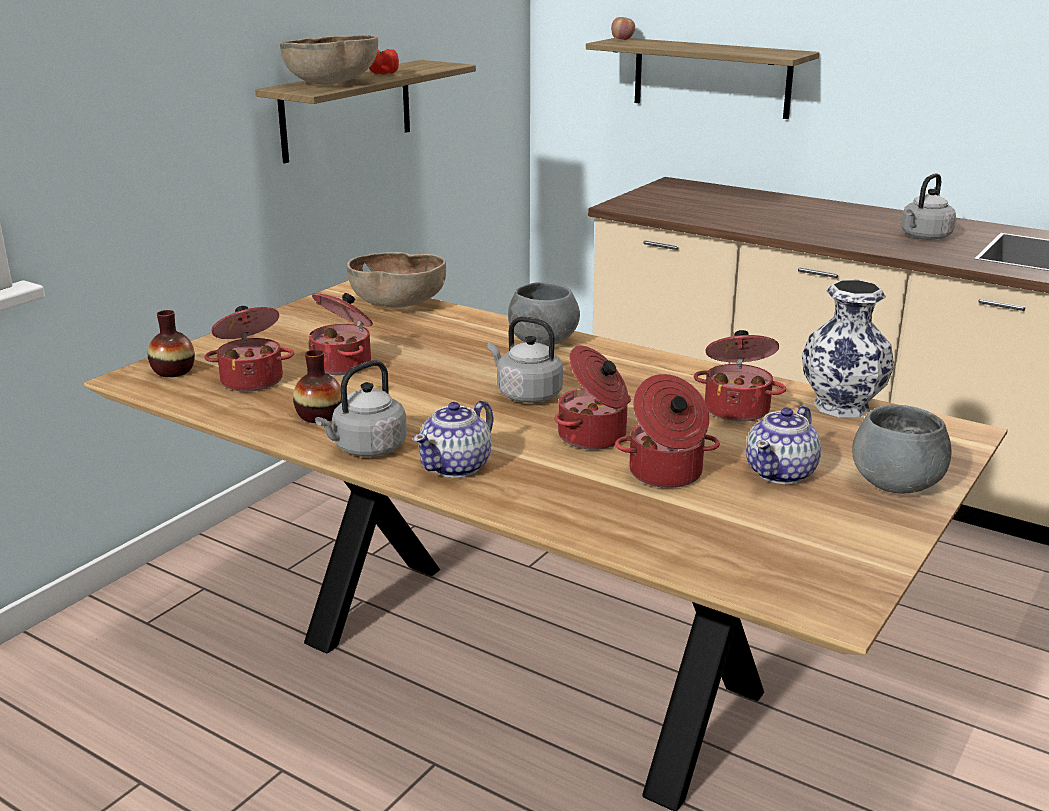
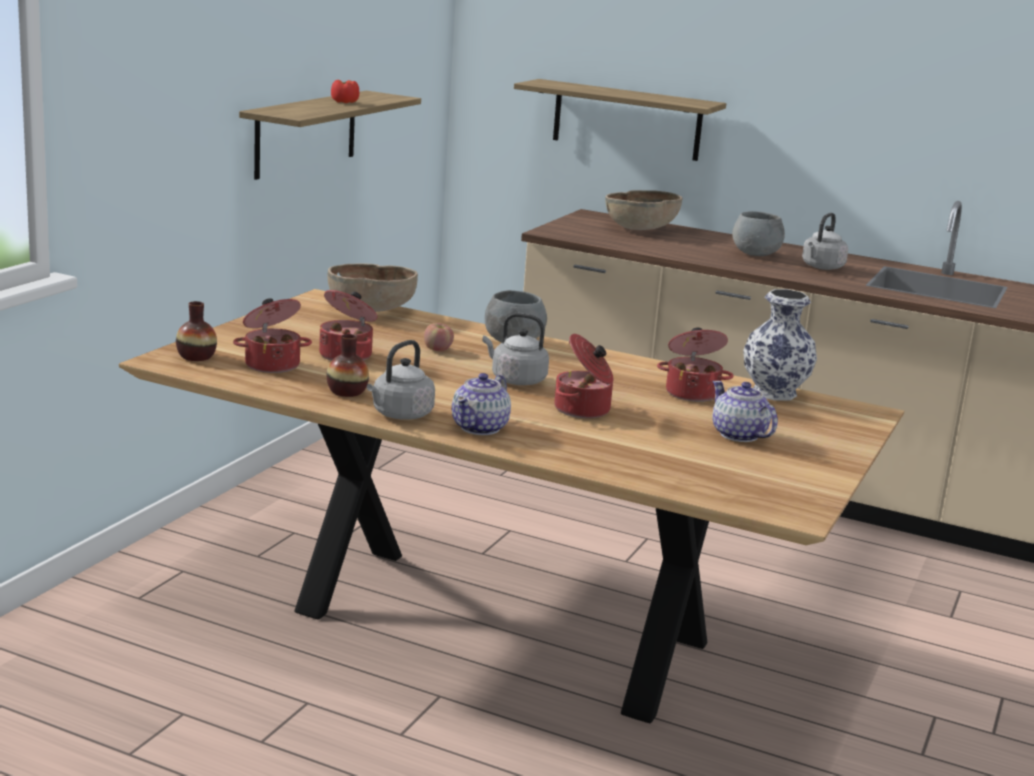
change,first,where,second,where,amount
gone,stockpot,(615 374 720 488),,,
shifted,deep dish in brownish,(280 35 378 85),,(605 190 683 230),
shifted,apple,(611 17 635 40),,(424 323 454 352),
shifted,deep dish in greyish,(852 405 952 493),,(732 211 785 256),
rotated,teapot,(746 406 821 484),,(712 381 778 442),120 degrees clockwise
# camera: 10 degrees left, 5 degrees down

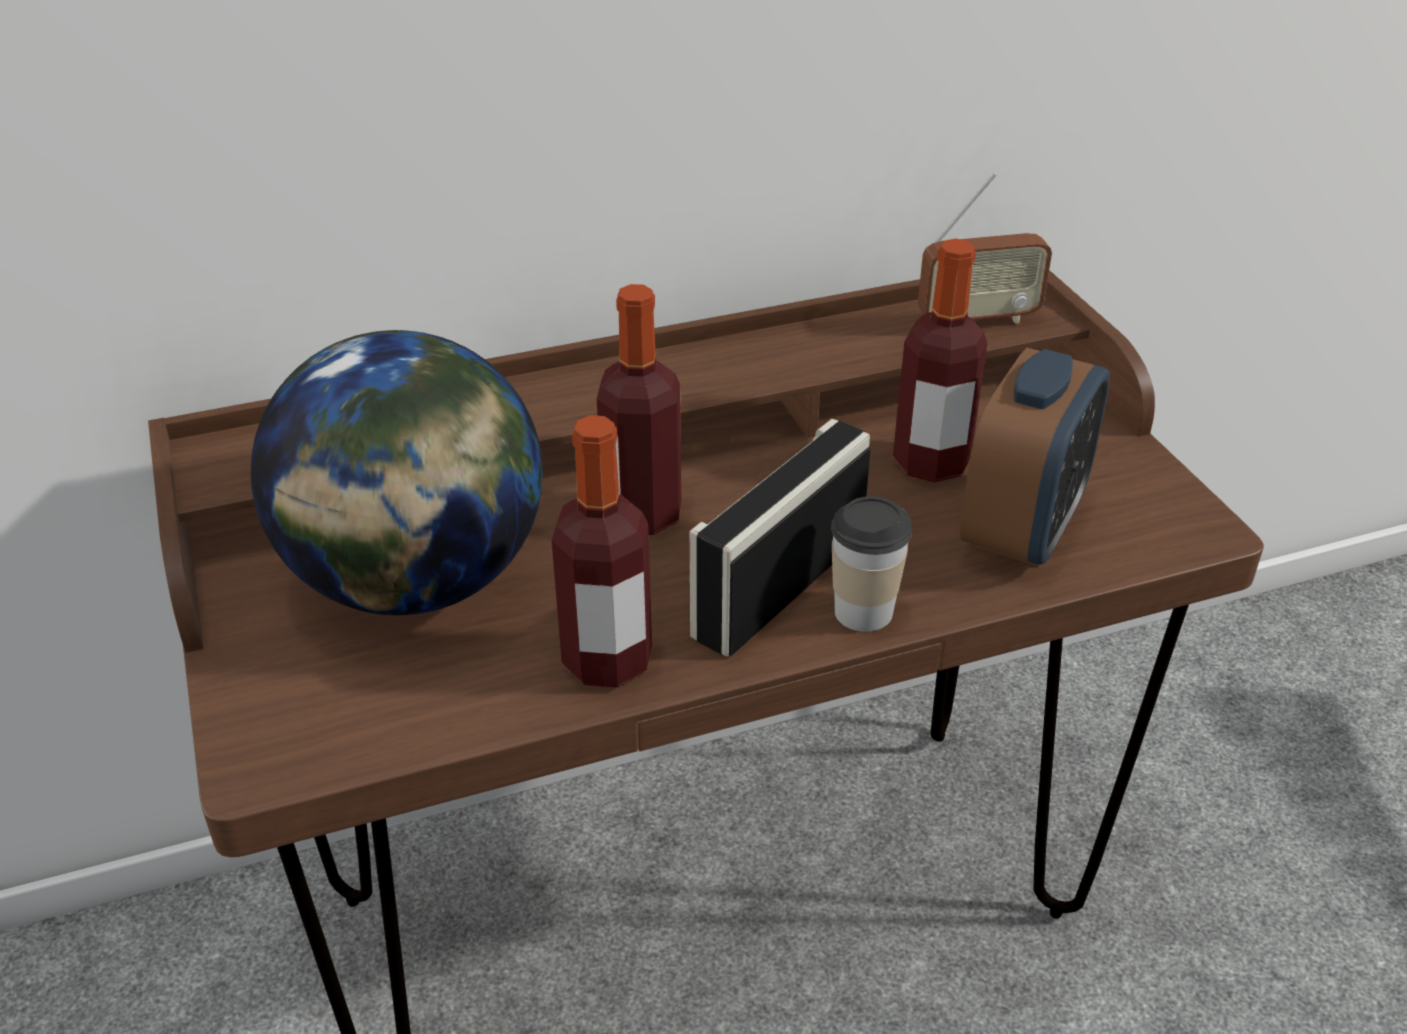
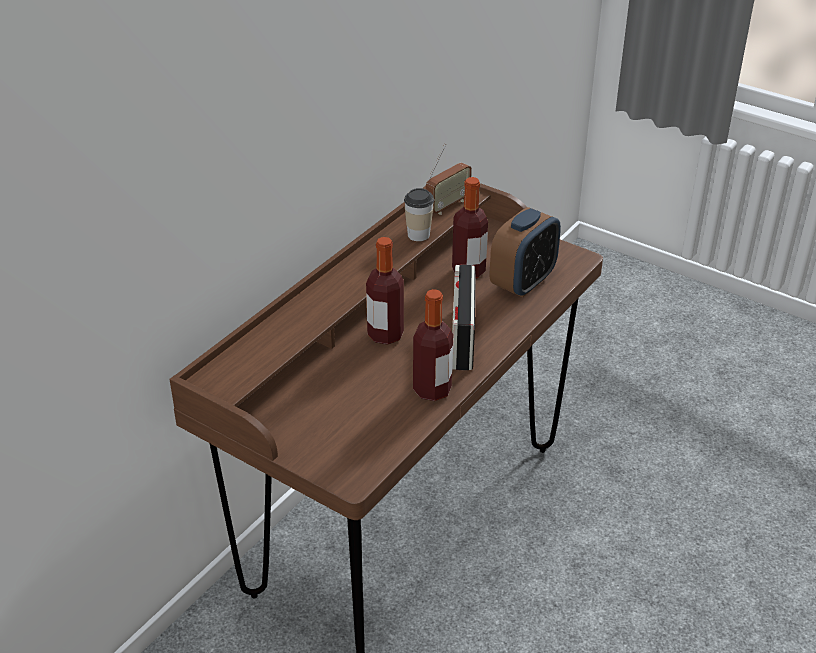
change,first,where,second,where,amount
gone,desk globe,(251 330 543 615),,,
shifted,small cup,(831 496 912 632),,(404 188 434 241),
rotated,alarm clock,(960 348 1110 567),,(490 207 561 297),45 degrees clockwise
# camera: 35 degrees left, 0 degrees up

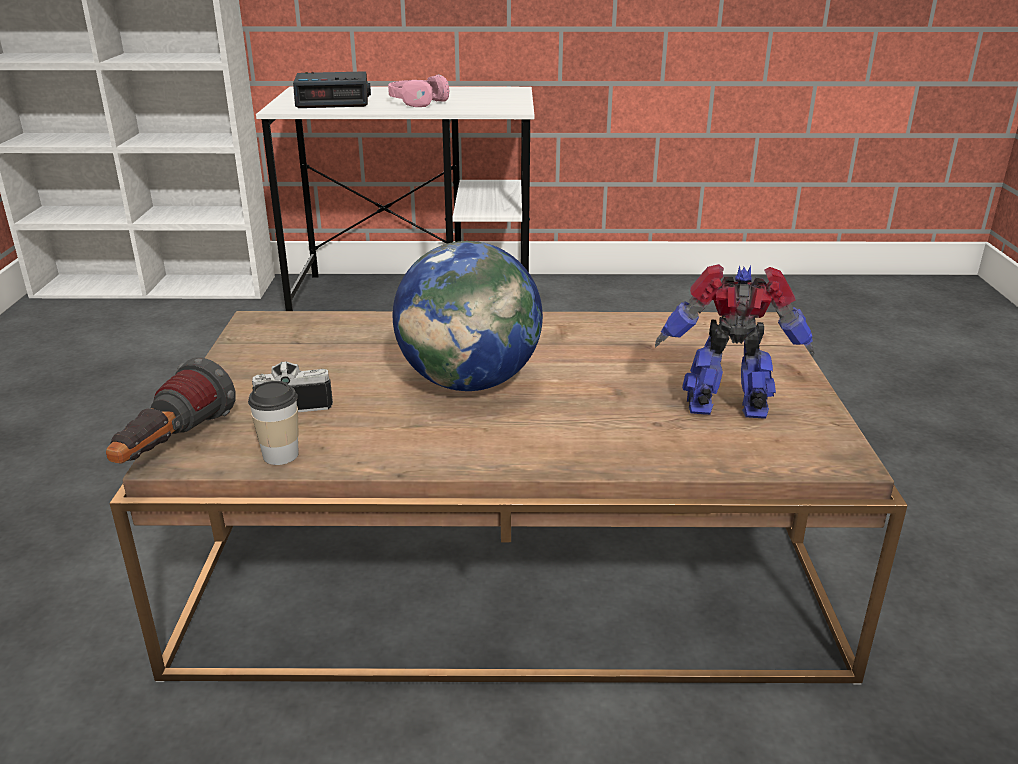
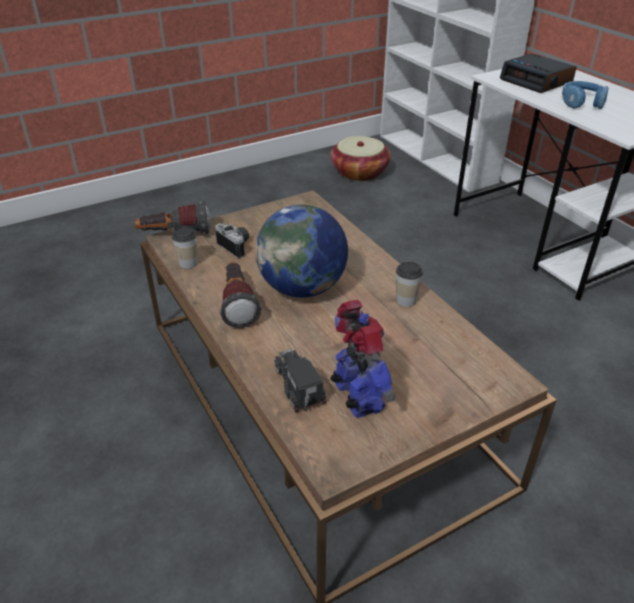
change,first,where,second,where,amount
new,,,hand torch,(220 262 261 328),
new,,,toy truck,(274 349 326 413),
new,,,storage basket,(330 136 391 181),
new,,,small cup,(396 262 423 307),
repainted,pair of headphones in pink,(388 75 449 107),pair of headphones in blue,(562 81 608 109),
# camera: 60 degrees right, 10 degrees up

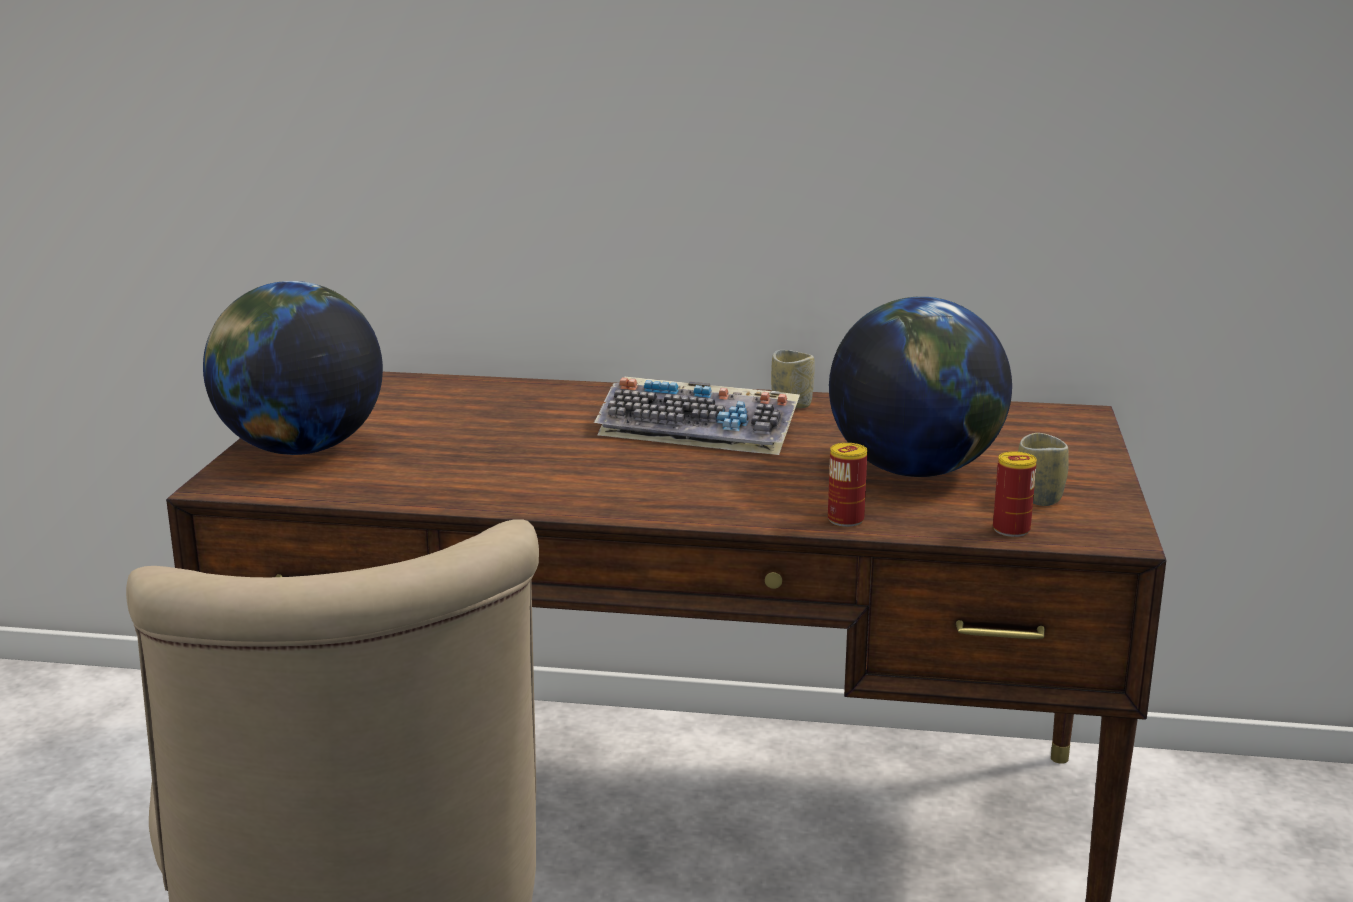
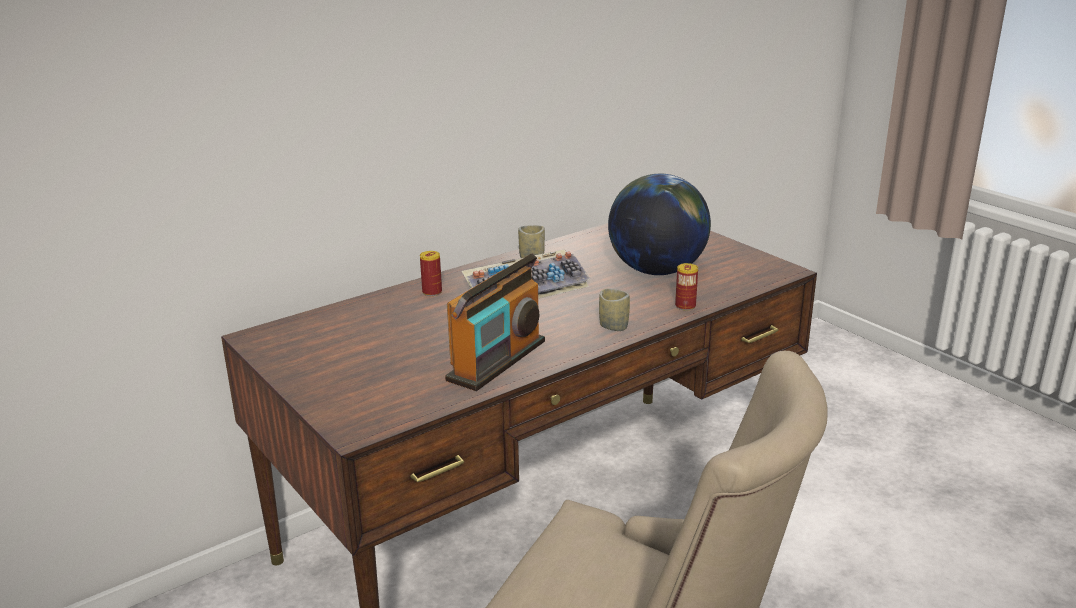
change,first,where,second,where,amount
gone,desk globe,(203 281 383 455),,,
new,,,radio set,(445 254 545 391),
shifted,can,(993 451 1037 537),,(420 251 442 296),
shifted,small cup,(1018 433 1069 506),,(599 288 630 331),
# camera: 45 degrees left, 5 degrees up

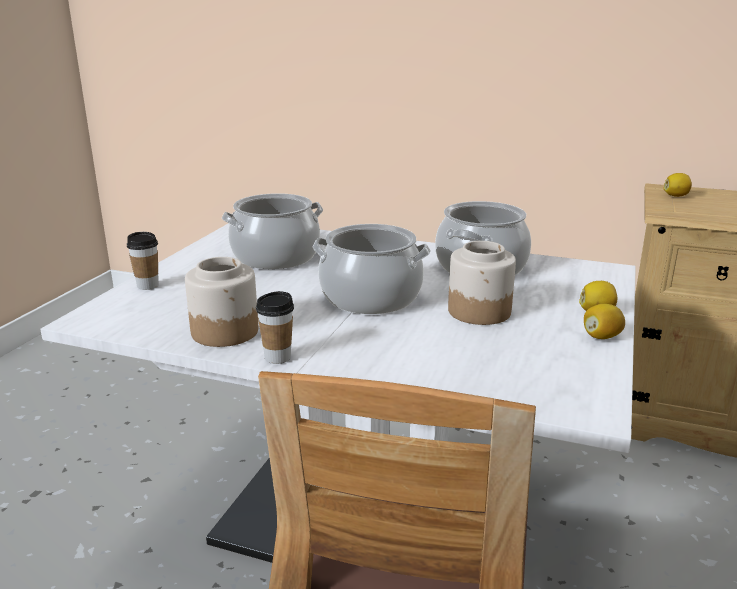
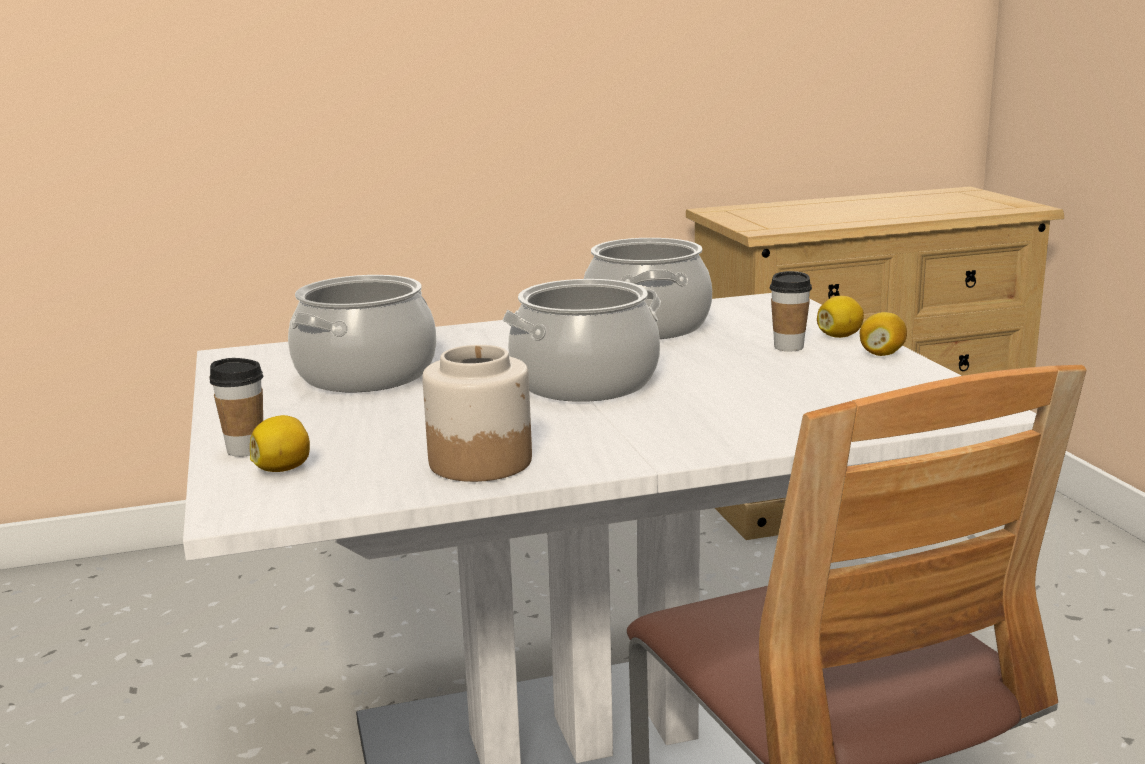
change,first,where,second,where,amount
gone,storage jar,(448 241 516 325),,,
shifted,small cup,(256 291 294 364),,(770 271 812 351),
shifted,lemon,(664 173 692 197),,(250 415 310 472),
# camera: 35 degrees left, 5 degrees down

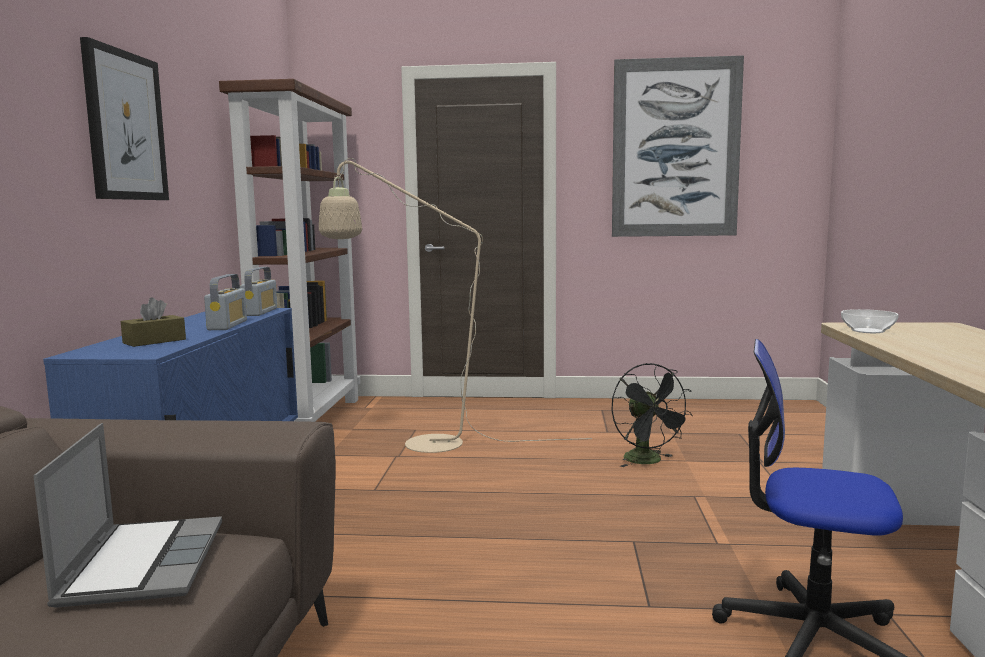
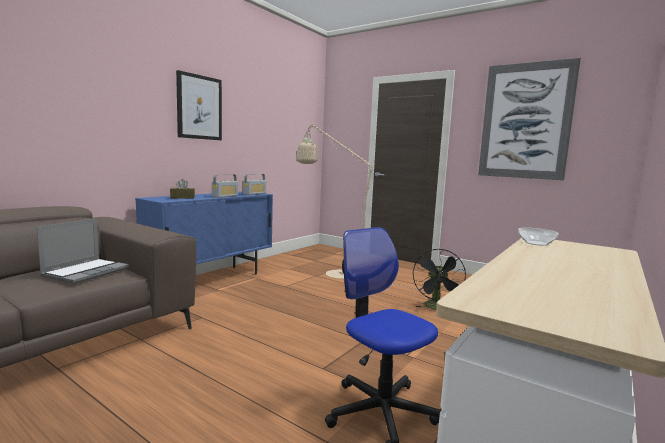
change,first,where,second,where,amount
gone,shelving unit in brownish,(219 79 361 422),,,
# camera: 30 degrees right, 0 degrees up

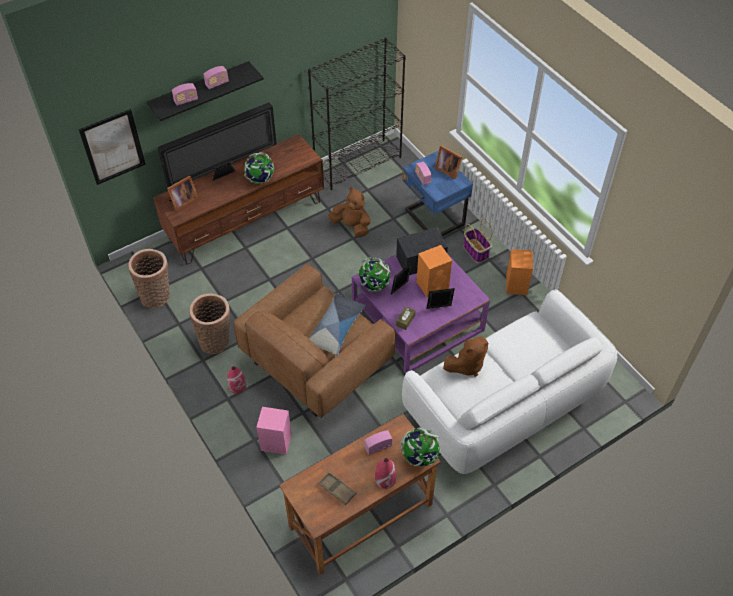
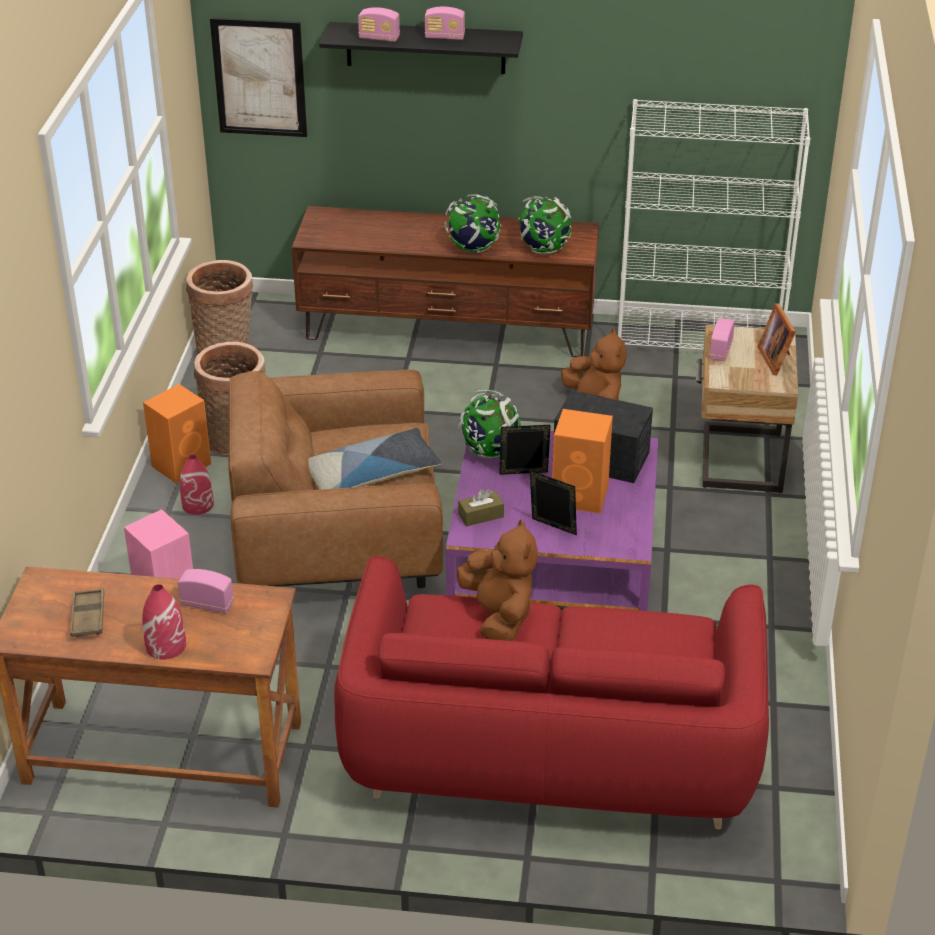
change,first,where,second,where,amount
gone,TV set,(157 102 277 187),,,
gone,picture frame,(167 175 198 211),,,
gone,storage basket,(463 218 492 263),,,
shifted,desk globe,(400 428 441 467),,(519 196 572 254),
shifted,audio speaker in orangey,(506 249 533 295),,(143 384 211 484),
repainted,shelving unit in black-coloured,(308 37 406 190),shelving unit in whitish,(618 99 811 350),
repainted,bedside table in blue,(402 151 473 237),bedside table in sand-coloured,(696 325 798 493),
repainted,couch in whitish,(402 290 617 474),couch in red-coloured,(334 556 769 830),
rotated,cuddly toy in brownish,(443 336 488 377),,(457 520 538 641),120 degrees counterclockwise
# camera: 40 degrees right, 15 degrees down

